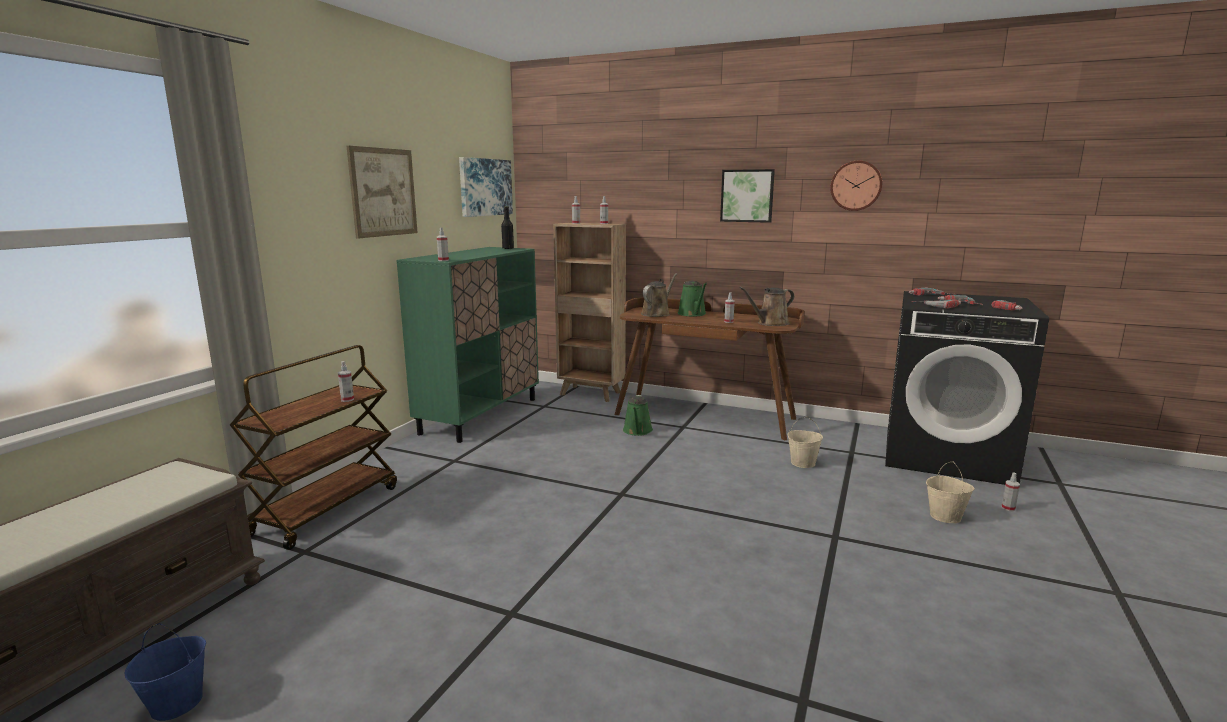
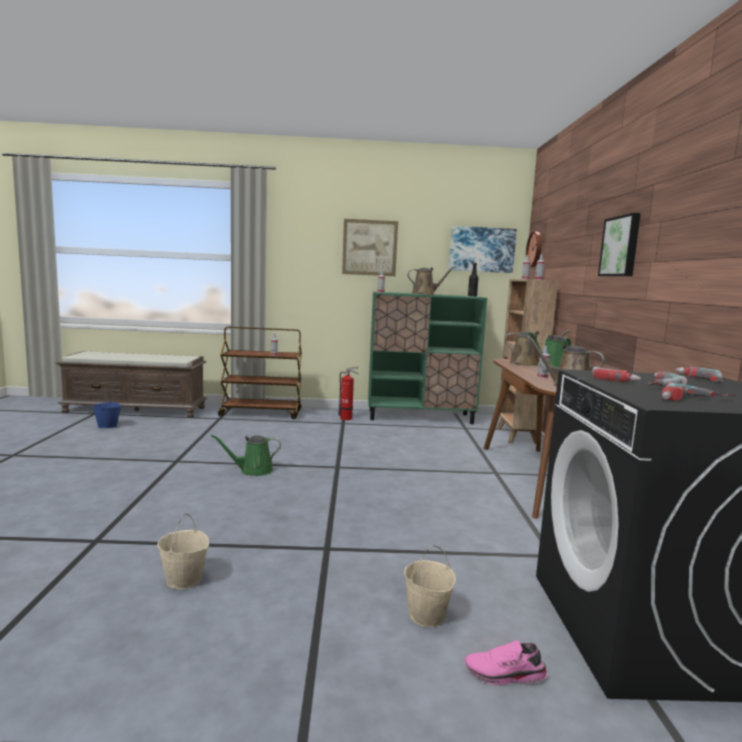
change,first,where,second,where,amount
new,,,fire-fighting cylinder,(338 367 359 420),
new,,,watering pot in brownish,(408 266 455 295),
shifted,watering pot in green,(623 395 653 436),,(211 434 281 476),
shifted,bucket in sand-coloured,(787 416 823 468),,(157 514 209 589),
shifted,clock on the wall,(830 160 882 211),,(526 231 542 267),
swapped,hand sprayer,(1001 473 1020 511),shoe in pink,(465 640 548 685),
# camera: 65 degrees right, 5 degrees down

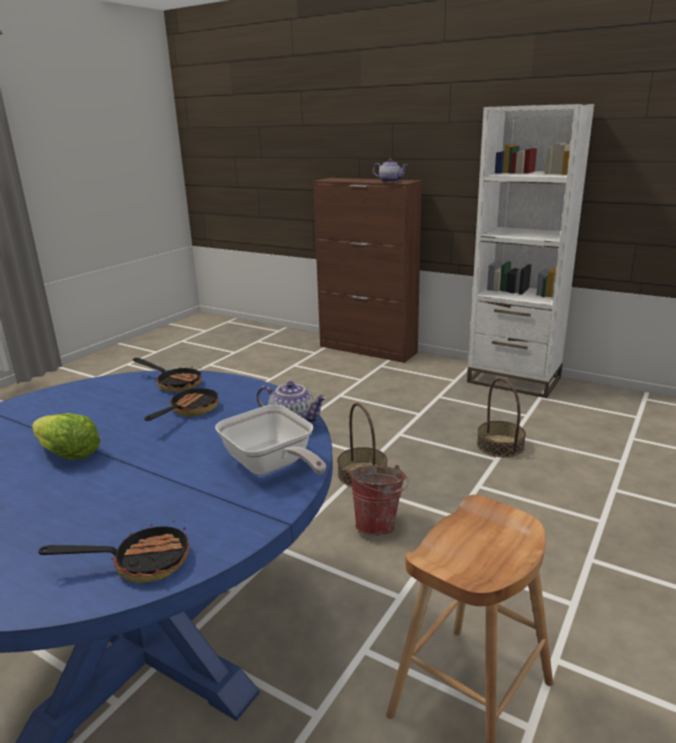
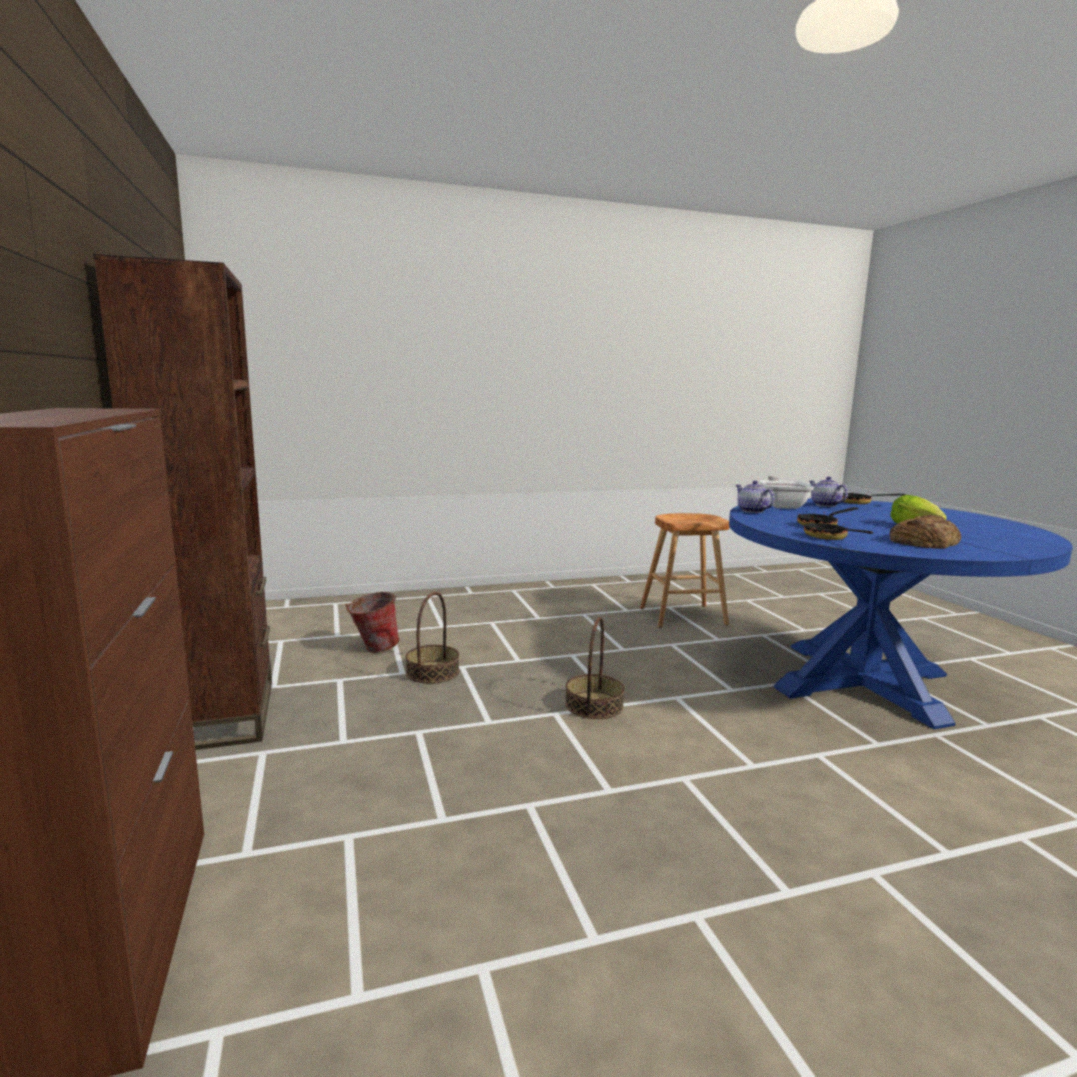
change,first,where,second,where,amount
new,,,bread,(889 515 961 549),
shifted,bucket,(349 465 409 535),,(345 592 399 653),
shifted,teapot,(373 159 407 182),,(809 476 848 507),
repainted,shelving unit in whitish,(467 104 595 398),shelving unit in brownish,(93 254 272 750),
# camera: 140 degrees left, 10 degrees down

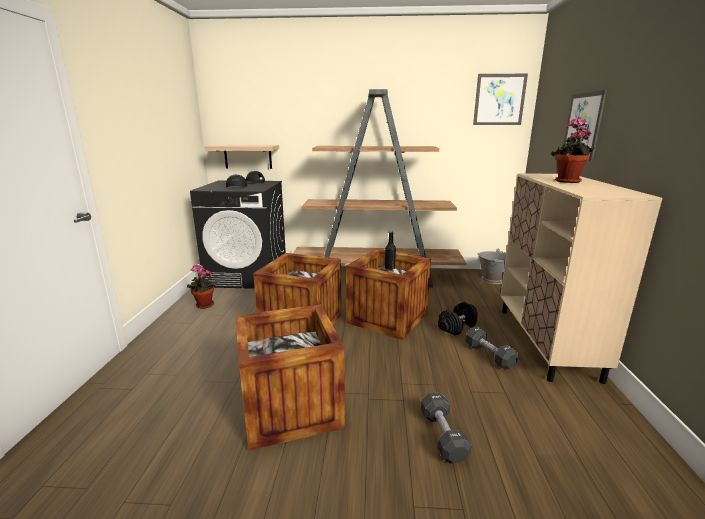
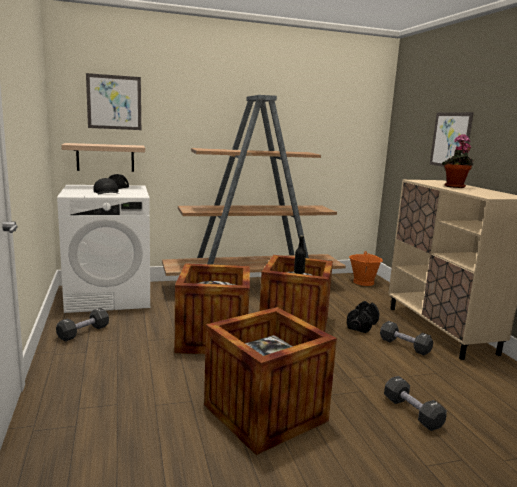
change,first,where,second,where,amount
shifted,wall picture,(473 74 528 125),,(86 73 141 130),
swapped,houseplant,(187 264 217 309),free weight in black-coloured,(56 308 109 342),
repainted,laundry machine in black-coloured,(190 180 286 289),laundry machine in whitish,(57 185 150 313),
repainted,bucket in greyish,(478 249 506 284),bucket in orangey,(349 251 383 286),
# camera: 20 degrees left, 5 degrees down

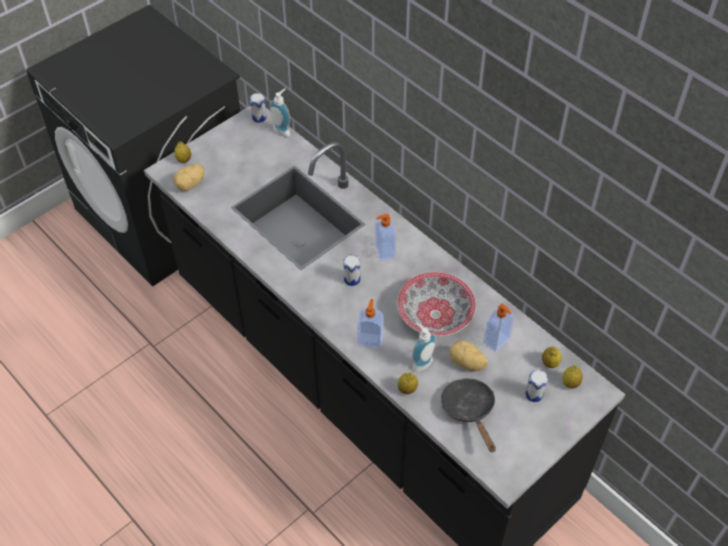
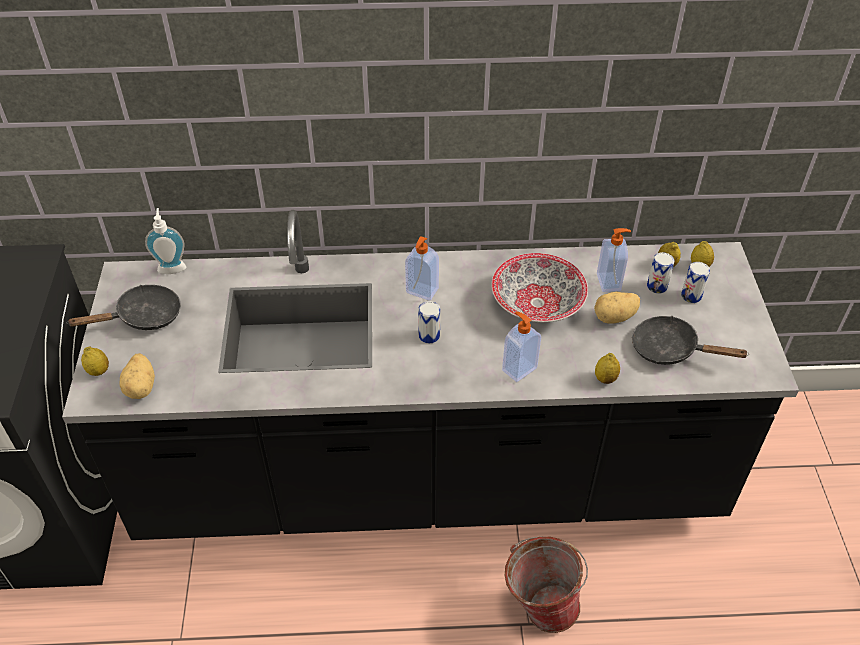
change,first,where,second,where,amount
gone,soap bottle,(412 323 436 372),,,
new,,,frying pan in black-coloured,(67 285 181 330),
new,,,bucket,(505 536 588 633),
shifted,can,(250 93 267 123),,(647 252 674 294),
# camera: 50 degrees left, 5 degrees down

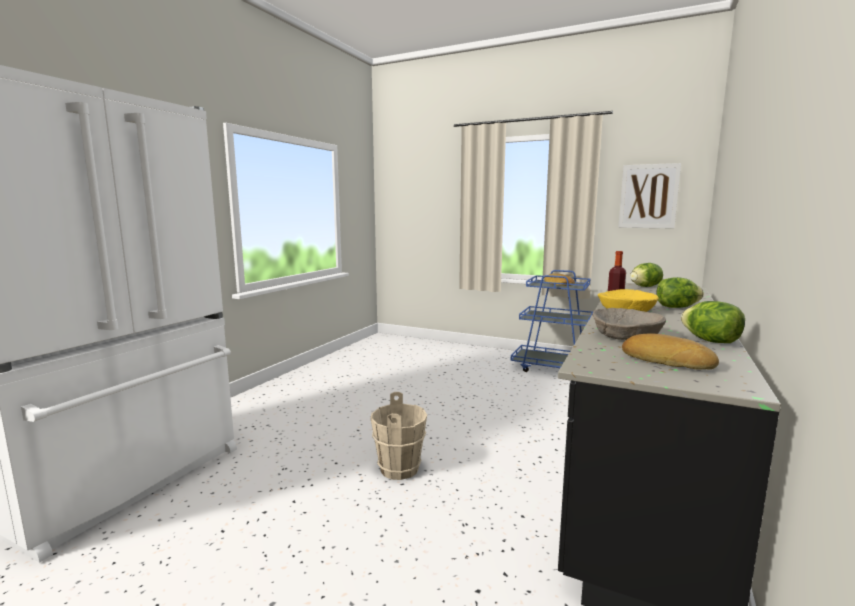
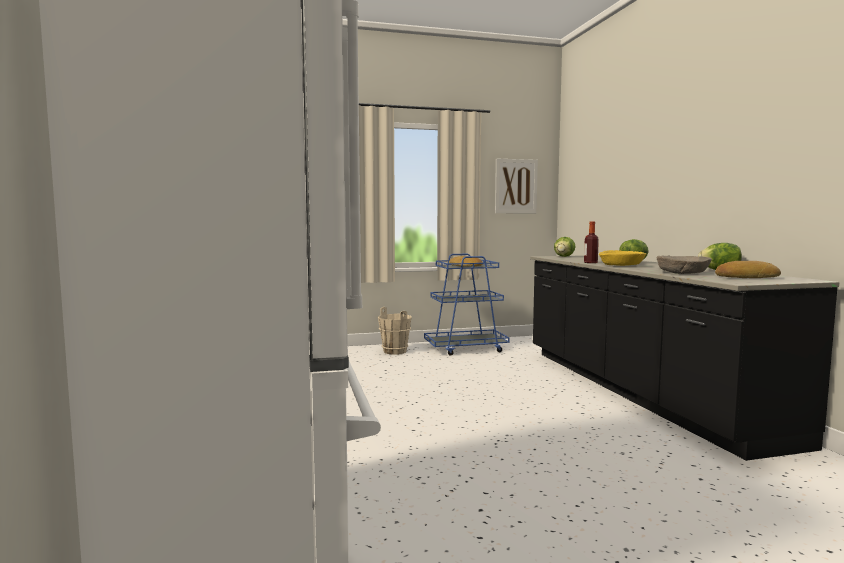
change,first,where,second,where,amount
shifted,bucket in sand-coloured,(370 392 427 480),,(378 307 412 355),
# camera: 40 degrees left, 5 degrees down

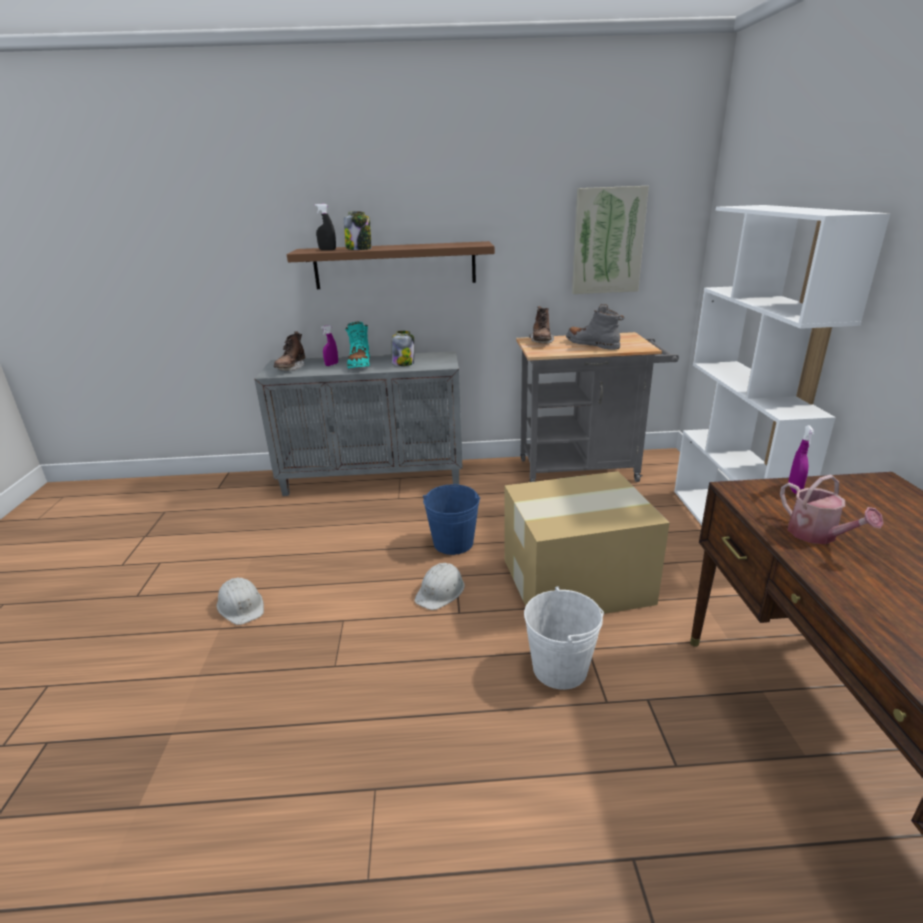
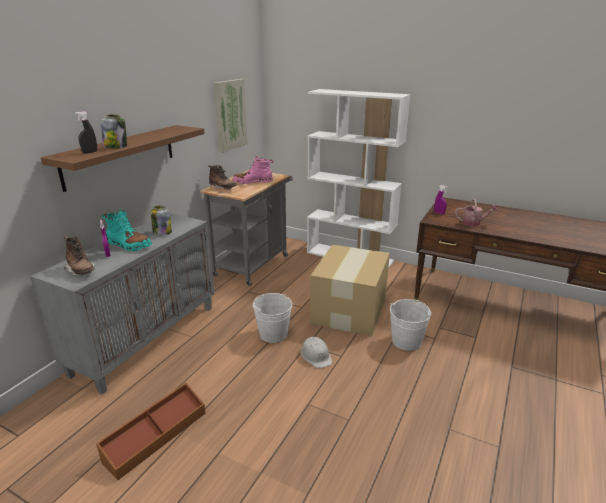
change,first,where,second,where,amount
gone,hard hat in whitish,(217 578 264 625),,,
new,,,storage container in brownish,(96 383 205 480),
repainted,bucket in blue,(423 484 480 555),bucket in whitish,(253 293 292 343),
repainted,tall boot in greyish,(566 304 624 350),tall boot in pink,(232 155 274 184),
# camera: 60 degrees left, 0 degrees up

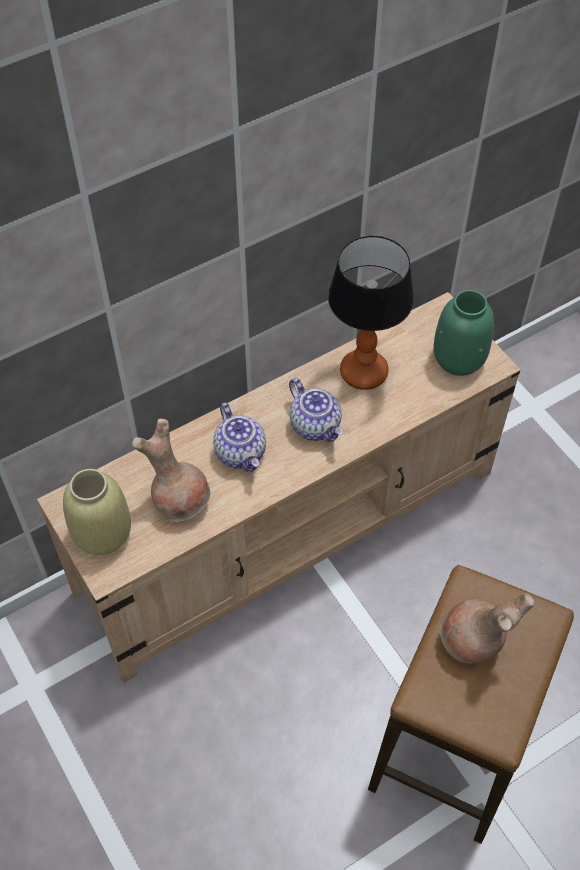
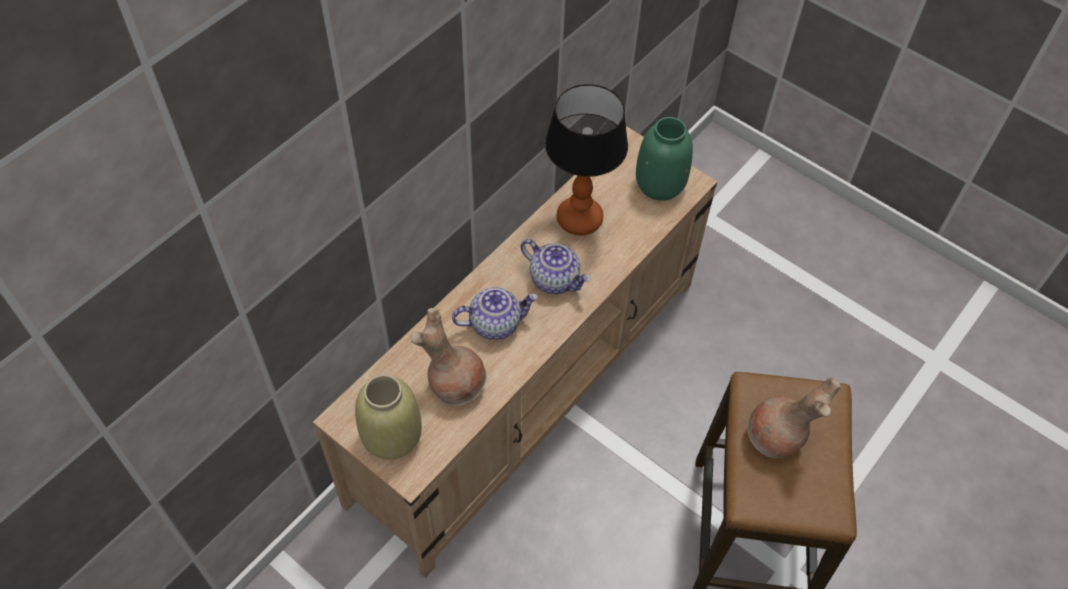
change,first,where,second,where,amount
rotated,teapot,(213 402 266 472),,(452 287 538 340),60 degrees counterclockwise
# camera: 20 degrees left, 0 degrees up

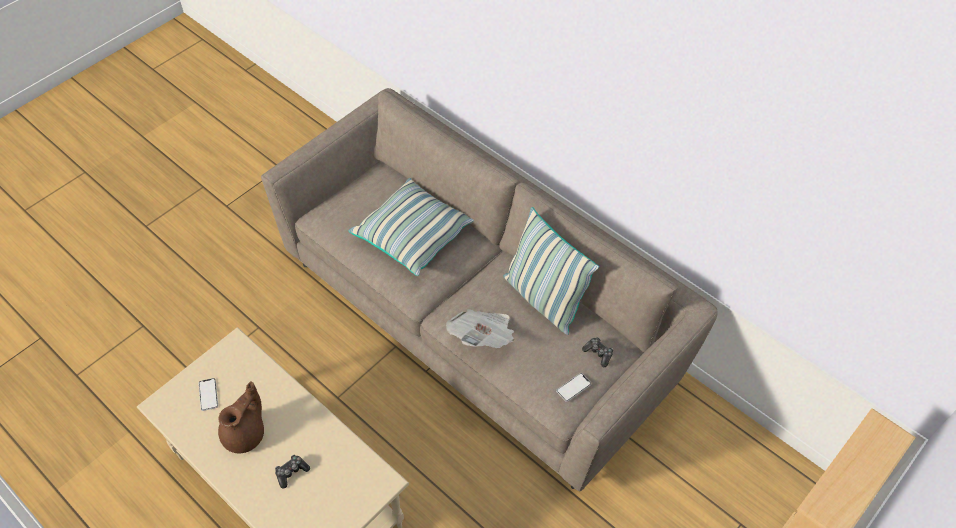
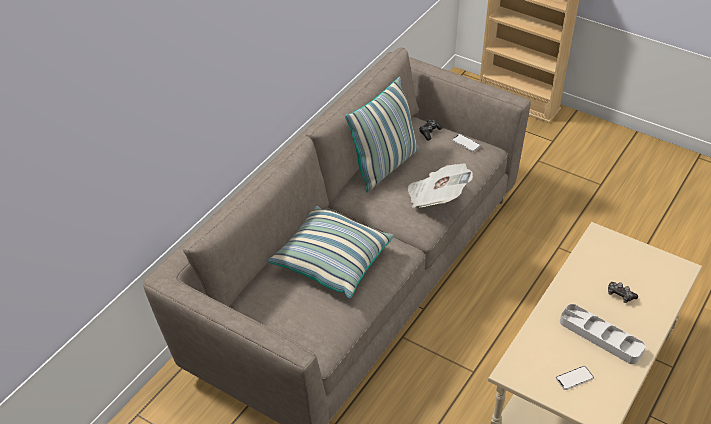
change,first,where,second,where,amount
swapped,teapot in brownish,(218 381 264 454),tray in greyish,(560 304 646 364),
# camera: 100 degrees left, 10 degrees down

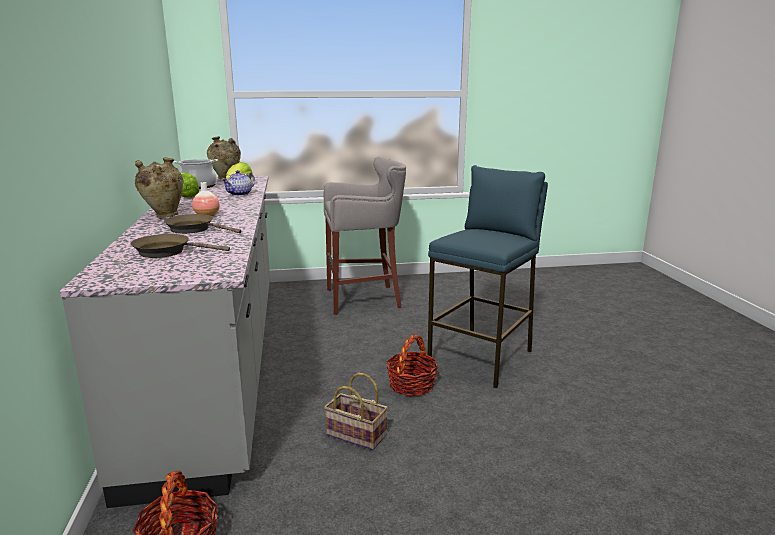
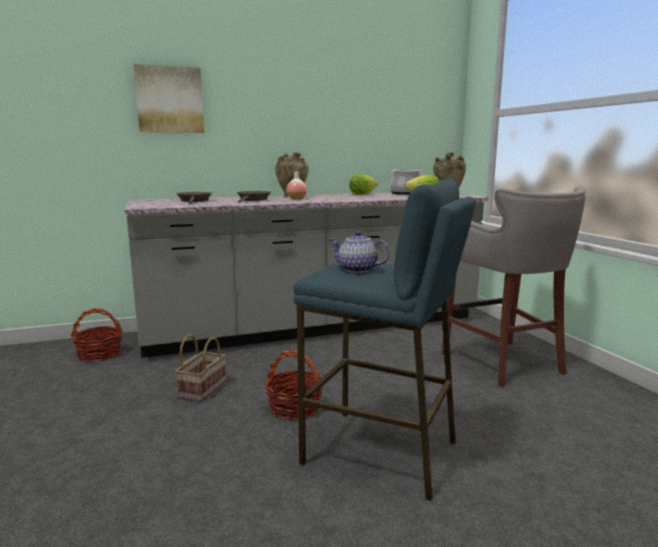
change,first,where,second,where,amount
new,,,wall picture,(134 64 204 133),
shifted,teapot,(221 170 255 196),,(328 231 390 273),
# camera: 80 degrees right, 5 degrees down

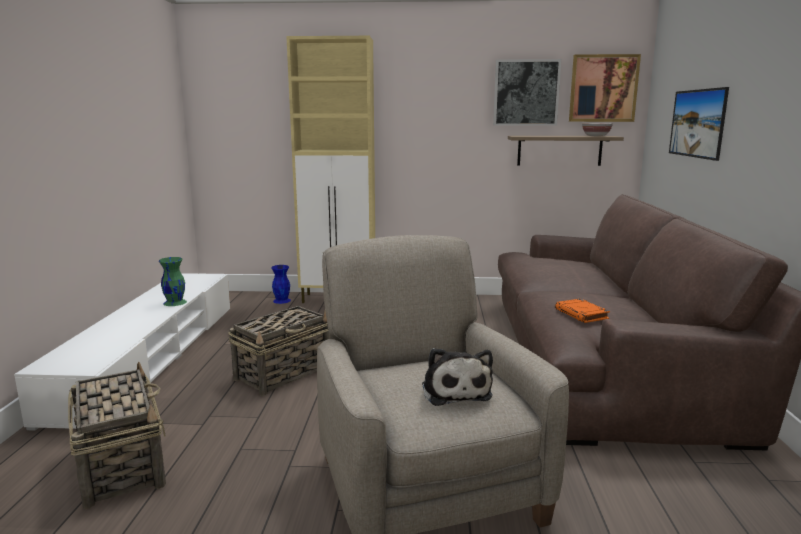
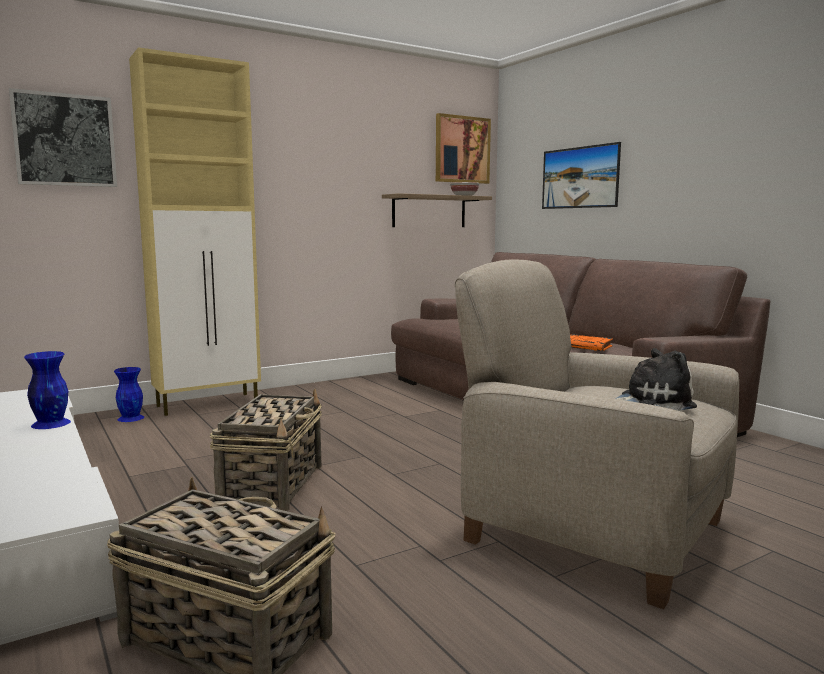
change,first,where,second,where,amount
shifted,wall picture,(493 59 561 126),,(9 88 117 187),
repainted,flower vase in green,(159 257 187 306),flower vase in blue,(24 351 71 429),
rotated,cuddly toy,(422 348 493 406),,(615 348 697 411),45 degrees counterclockwise
# camera: 35 degrees left, 5 degrees down

